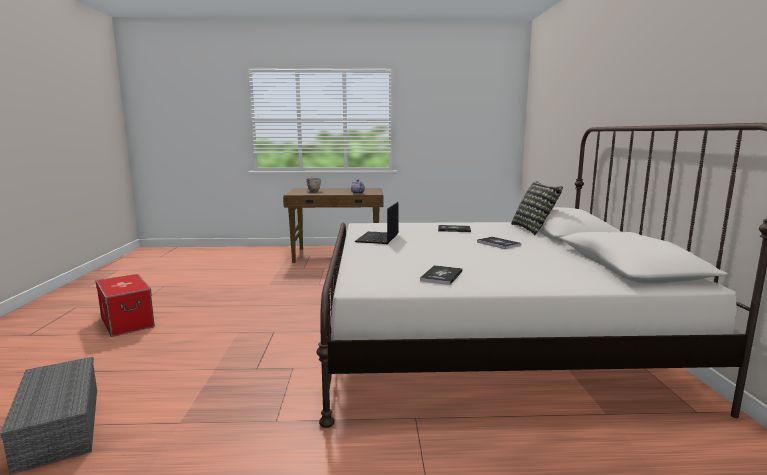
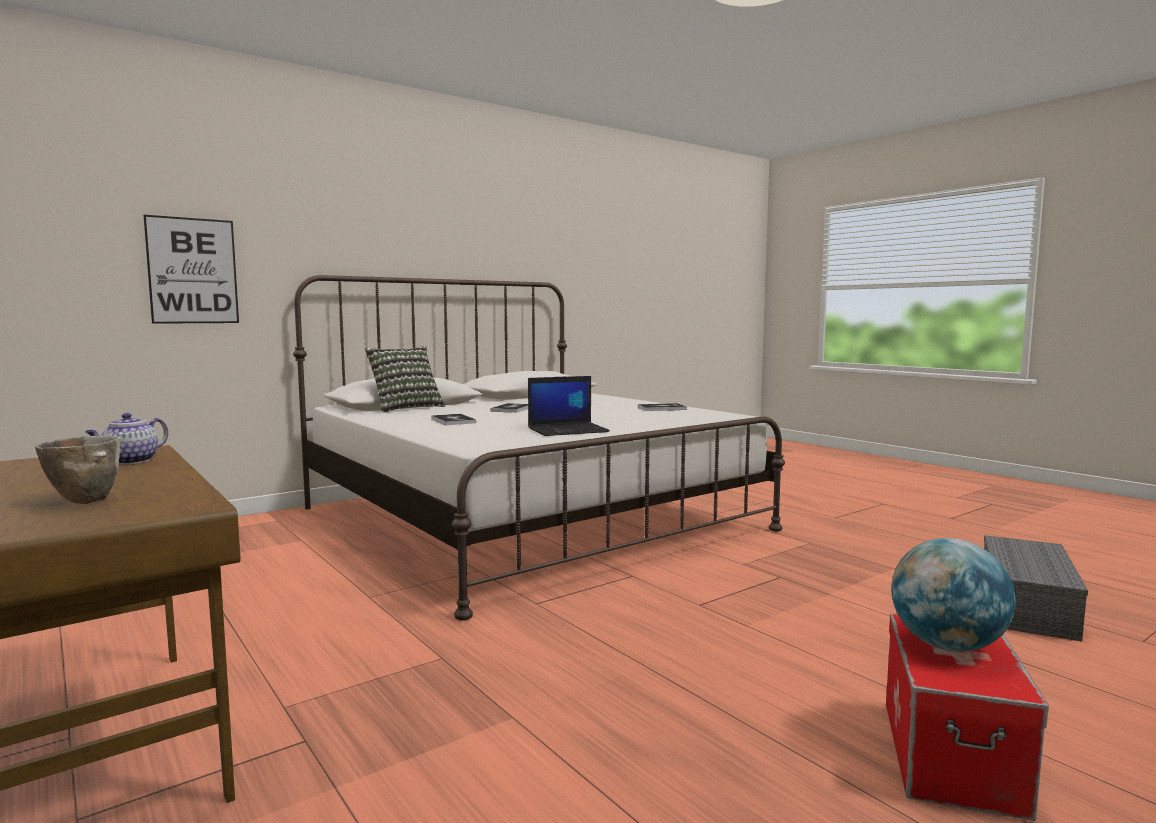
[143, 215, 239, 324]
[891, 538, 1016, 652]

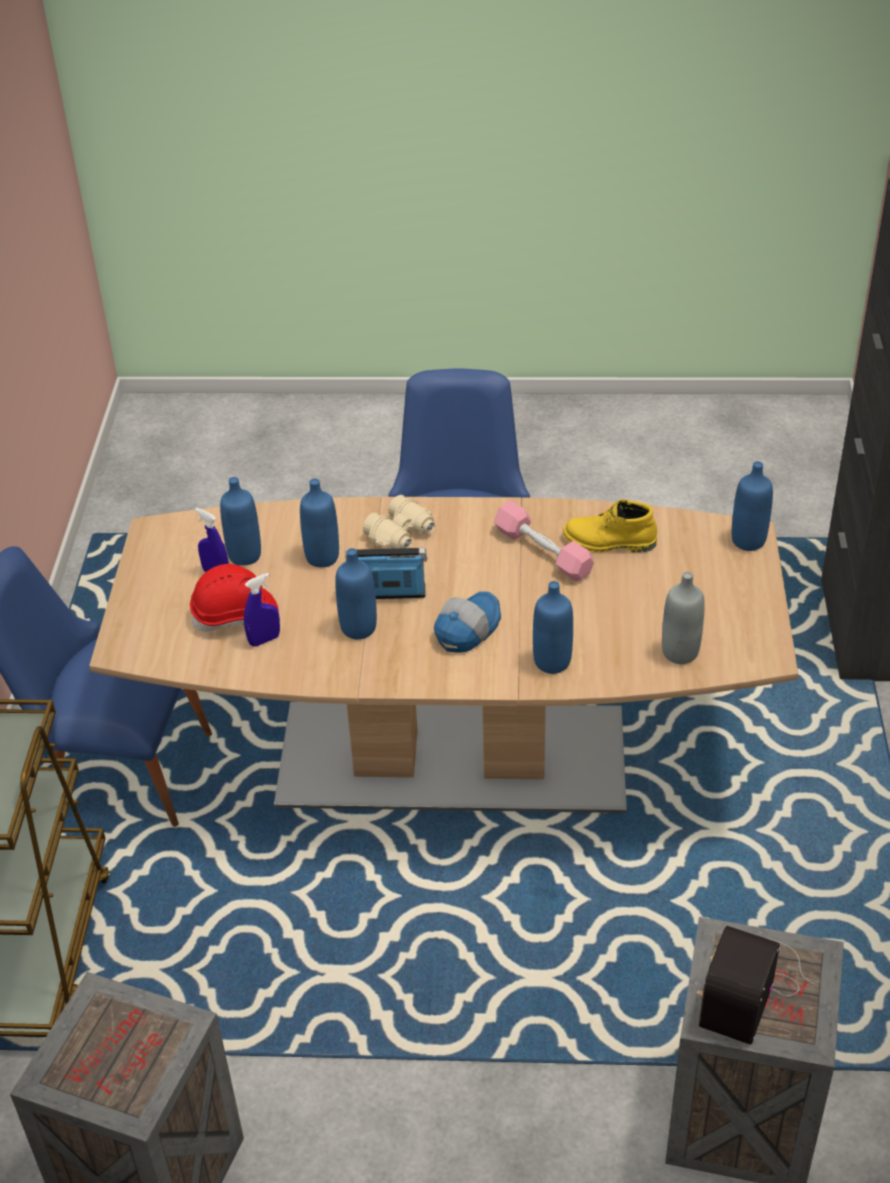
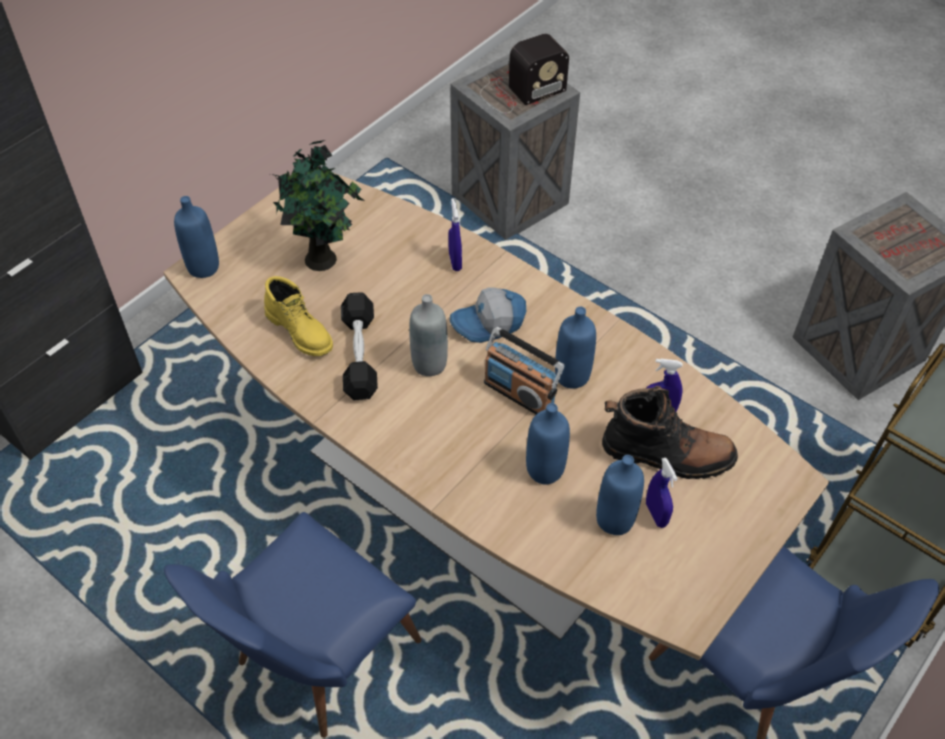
[271, 140, 364, 271]
[341, 292, 378, 400]
[409, 294, 448, 376]
[448, 198, 462, 271]
[602, 386, 738, 479]
[363, 495, 435, 549] (first image)

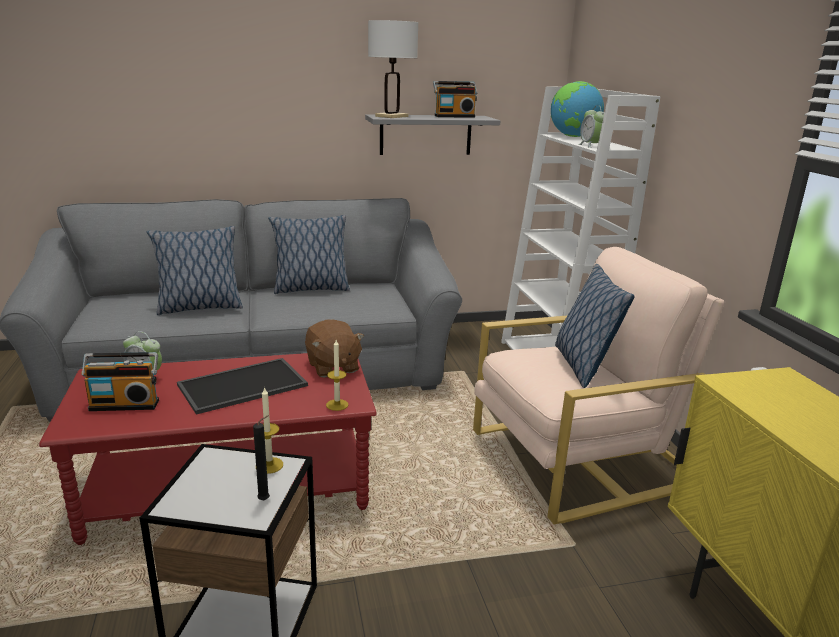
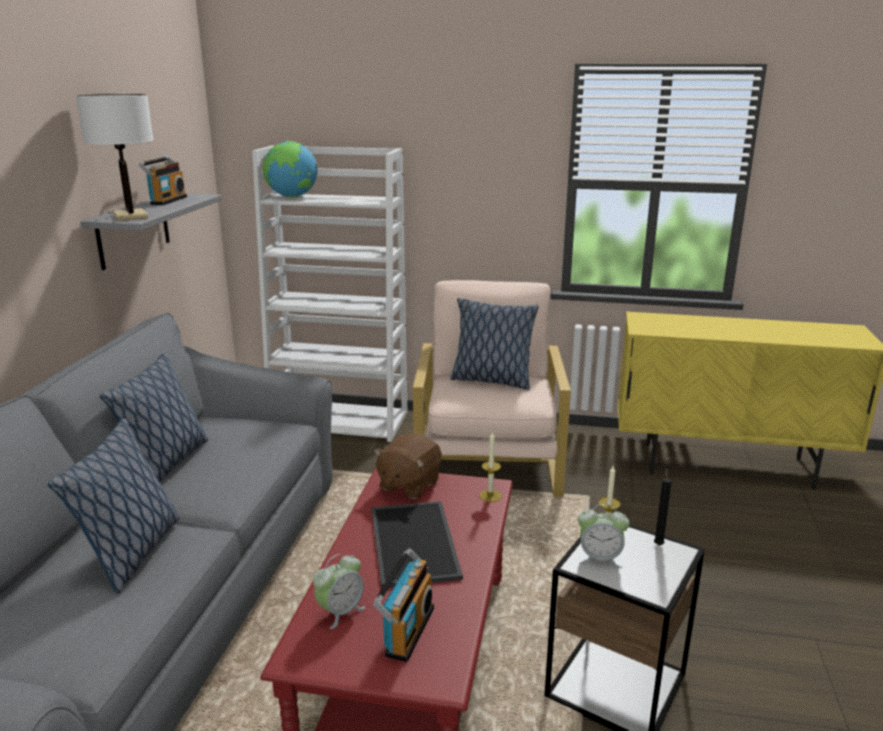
[374, 433, 442, 499]
[578, 504, 630, 568]

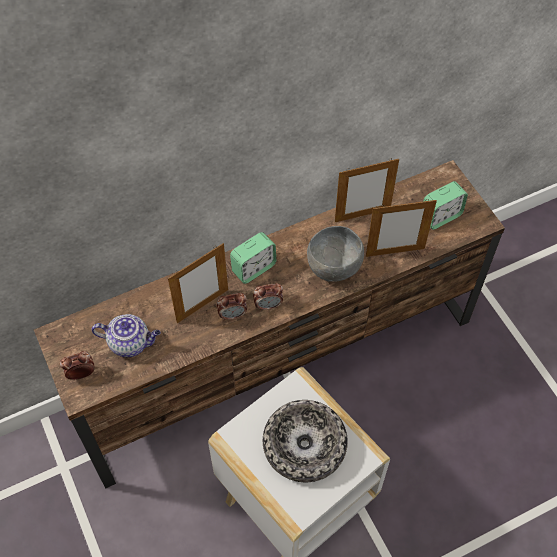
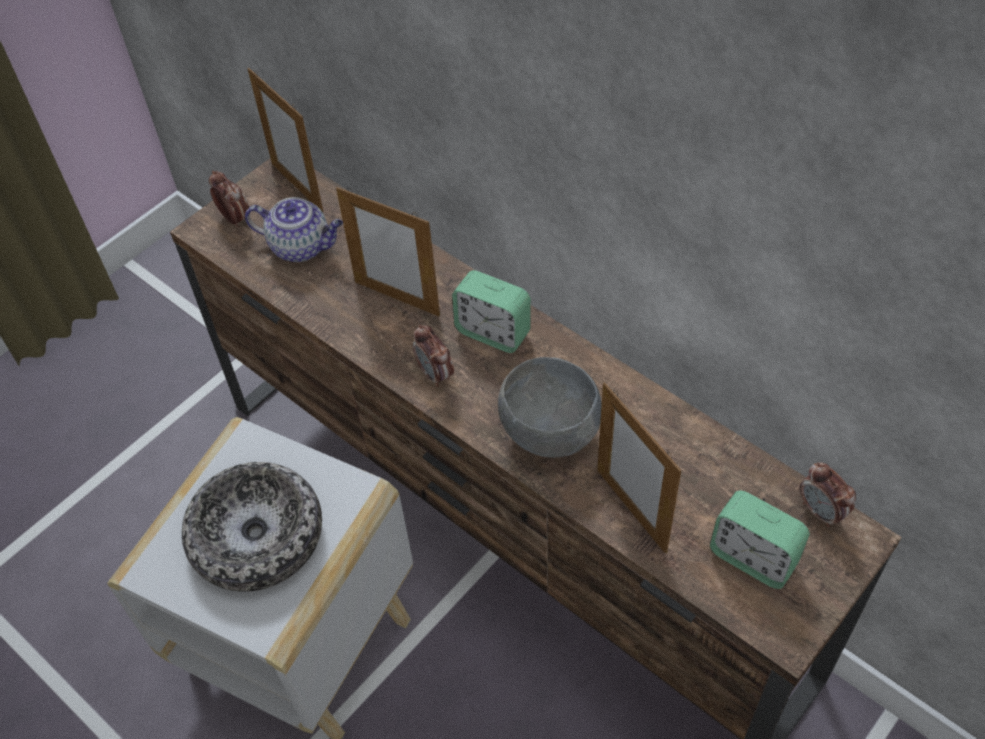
[245, 197, 343, 262]
[247, 67, 323, 212]
[800, 462, 856, 527]

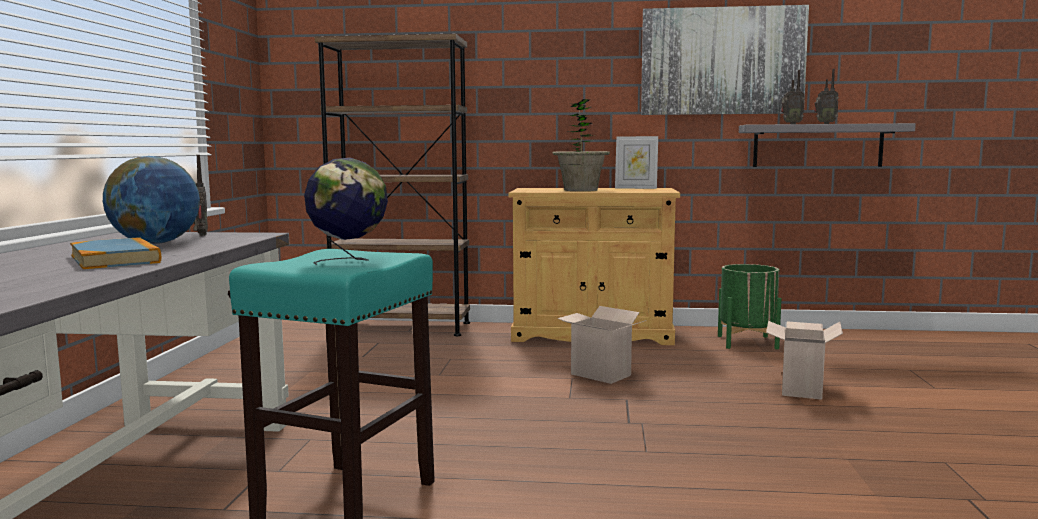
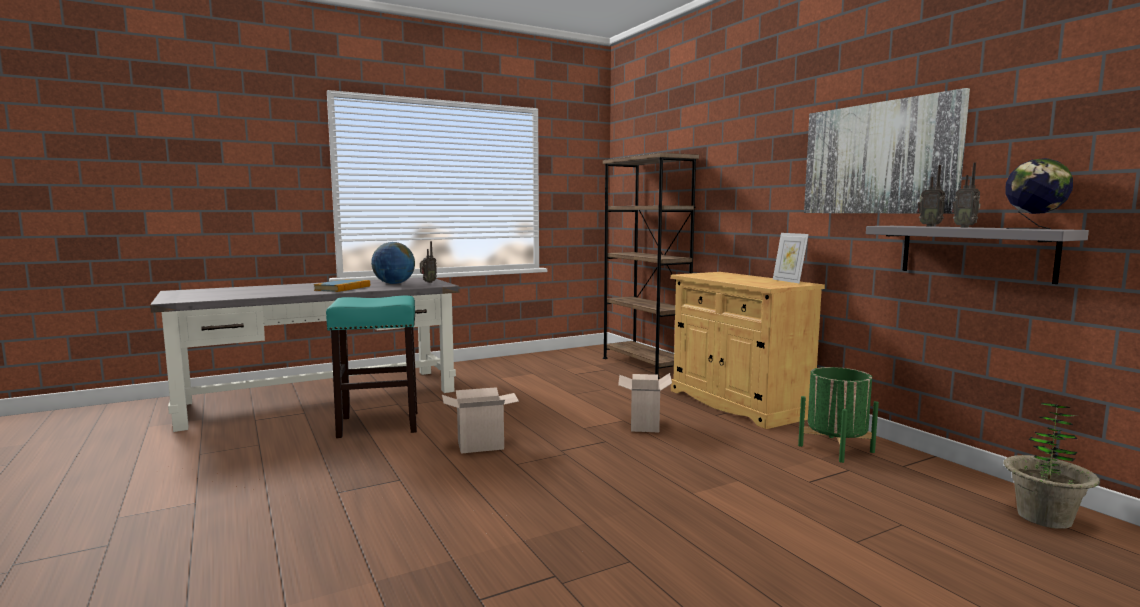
[442, 387, 519, 454]
[1004, 403, 1100, 529]
[1006, 158, 1073, 229]

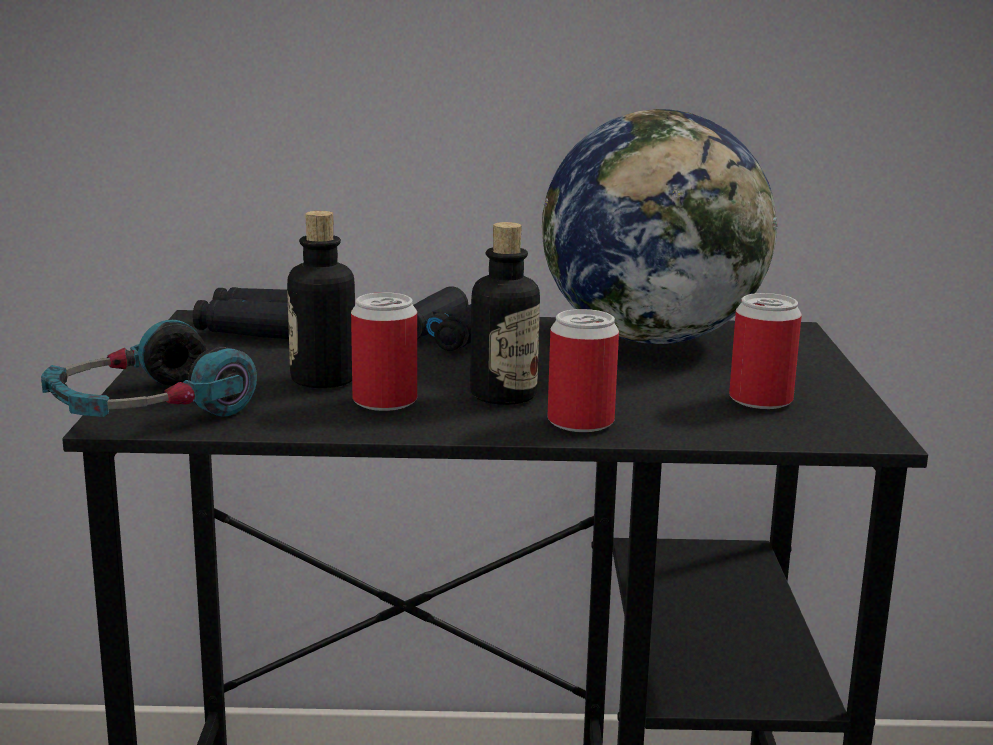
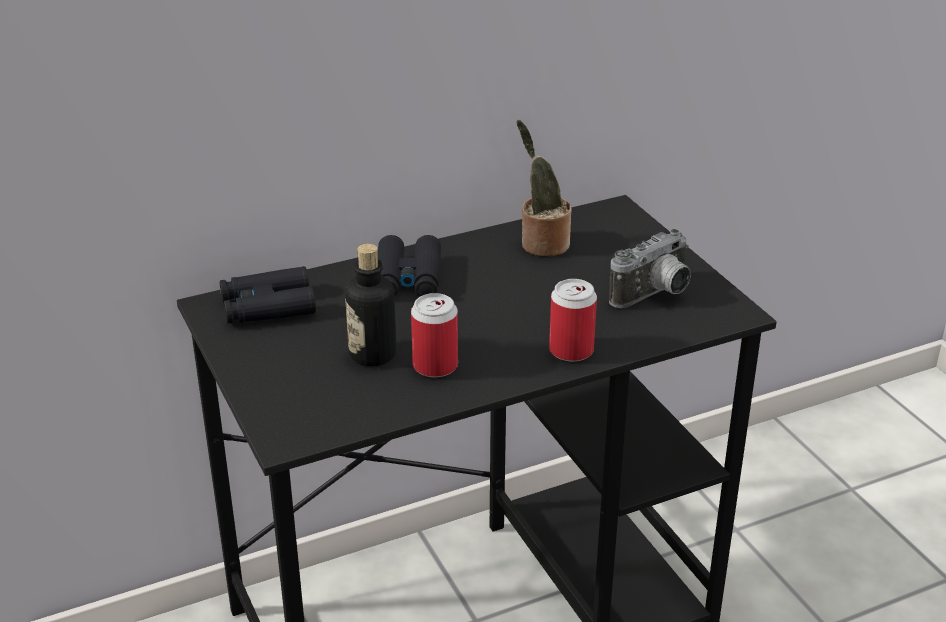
[516, 120, 572, 257]
[609, 229, 691, 308]
[41, 320, 257, 417] (first image)
[470, 222, 540, 405] (first image)

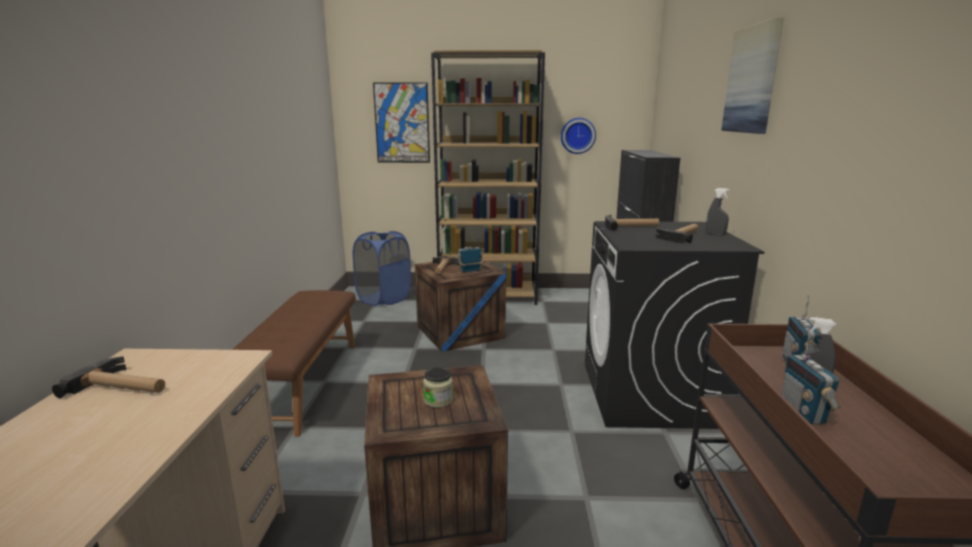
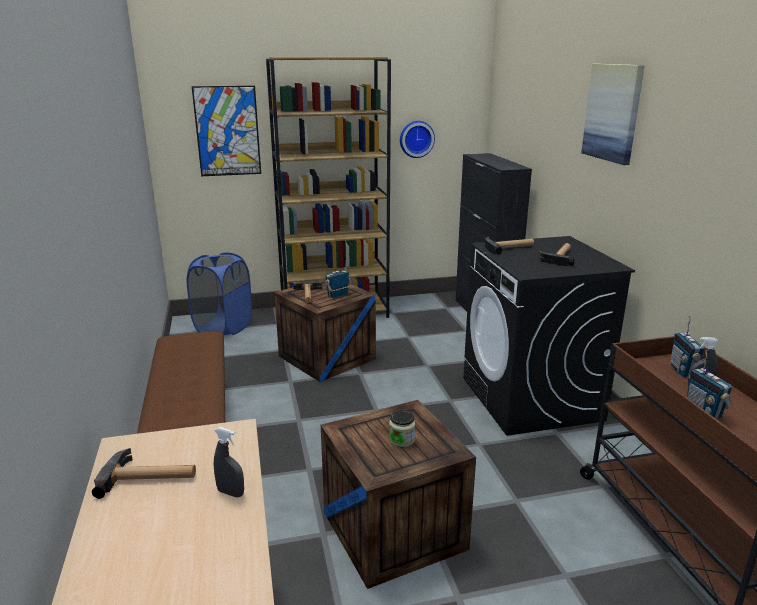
[214, 427, 244, 497]

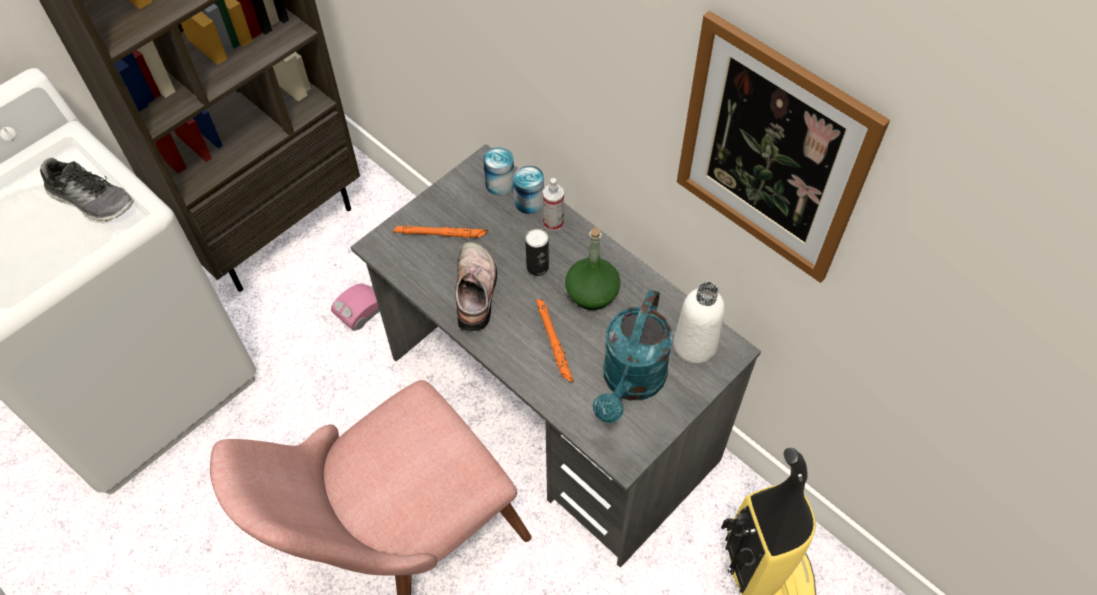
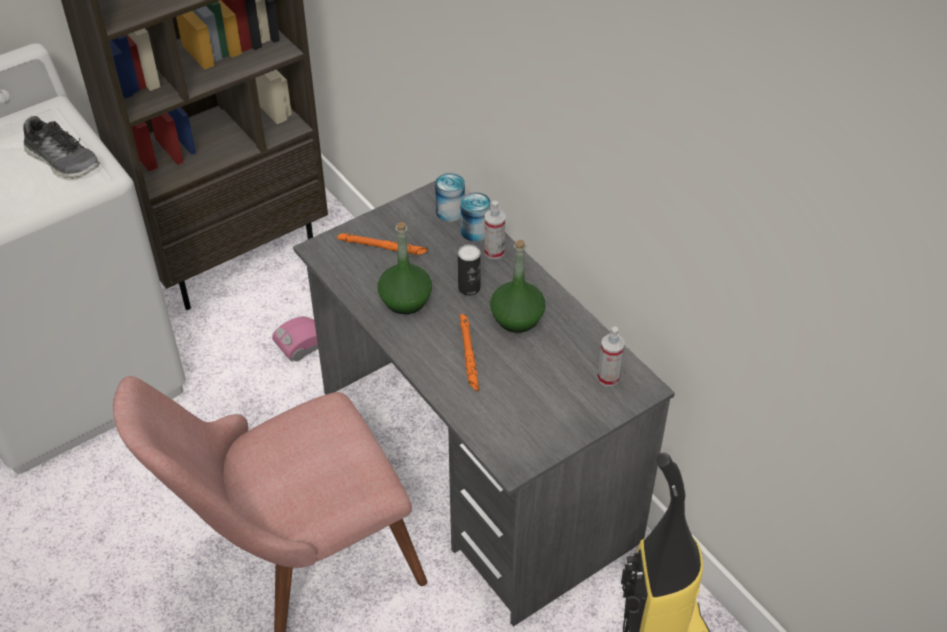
[378, 222, 432, 314]
[597, 326, 625, 386]
[593, 289, 673, 423] (first image)
[677, 11, 890, 283] (first image)

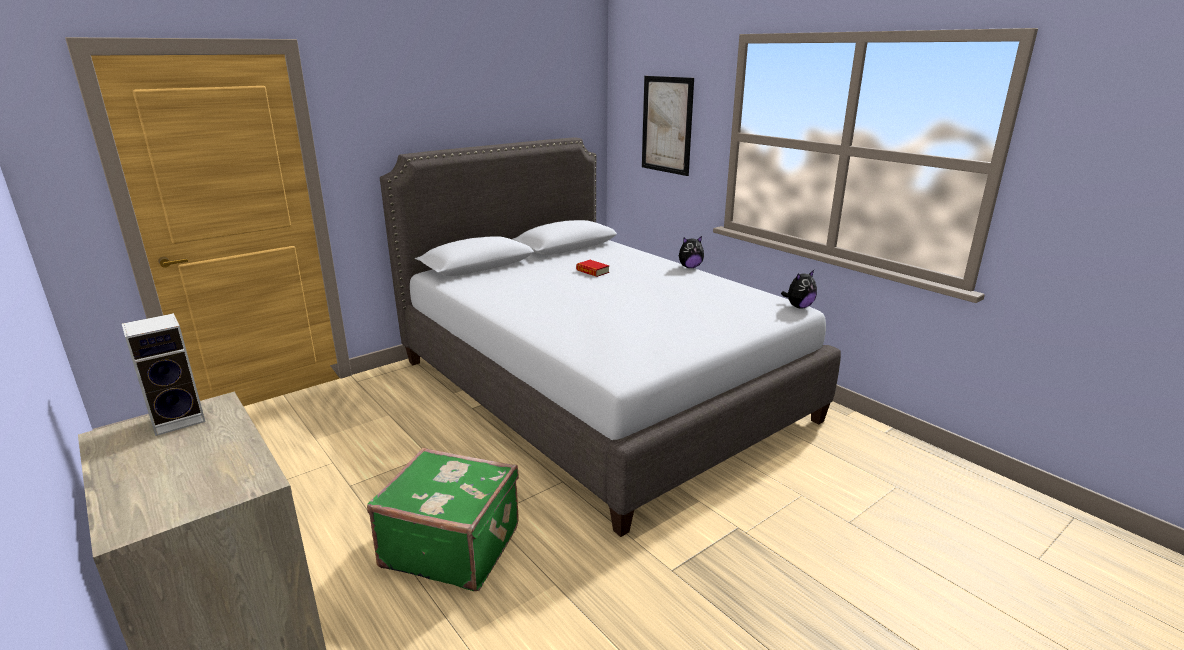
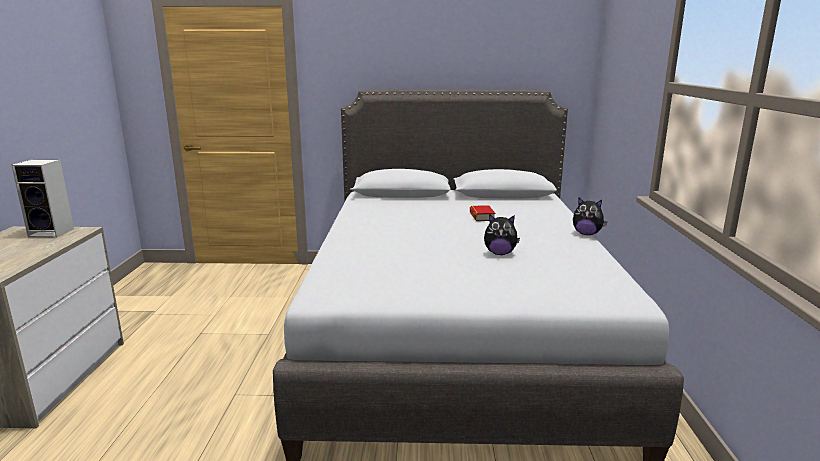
[484, 214, 520, 255]
[367, 448, 519, 591] (first image)
[642, 76, 694, 176] (first image)

